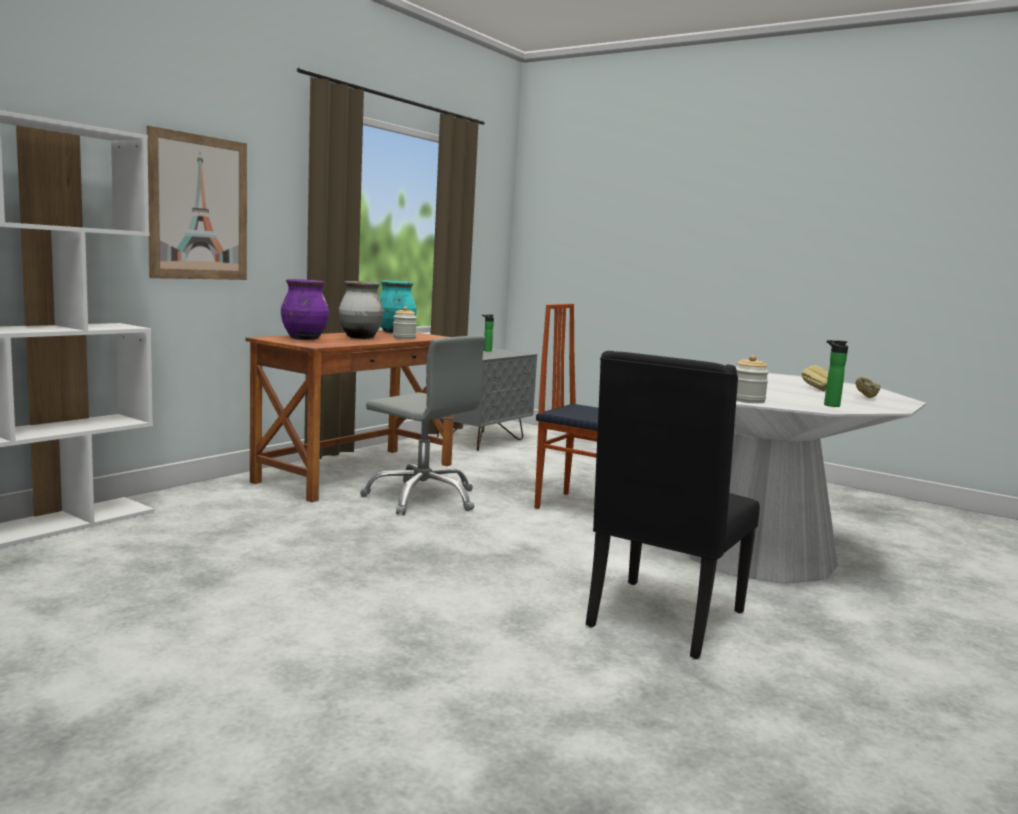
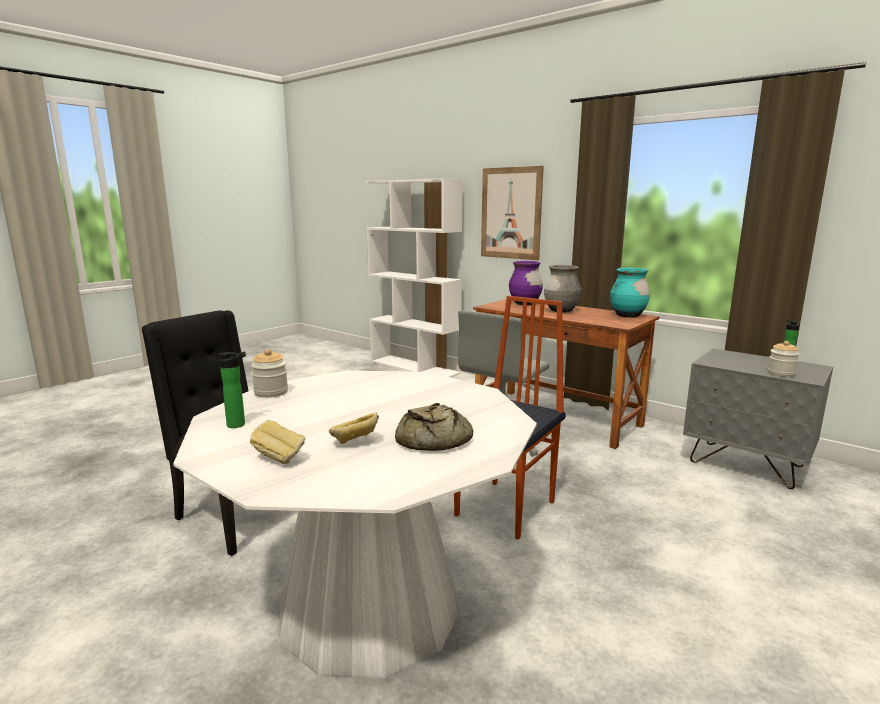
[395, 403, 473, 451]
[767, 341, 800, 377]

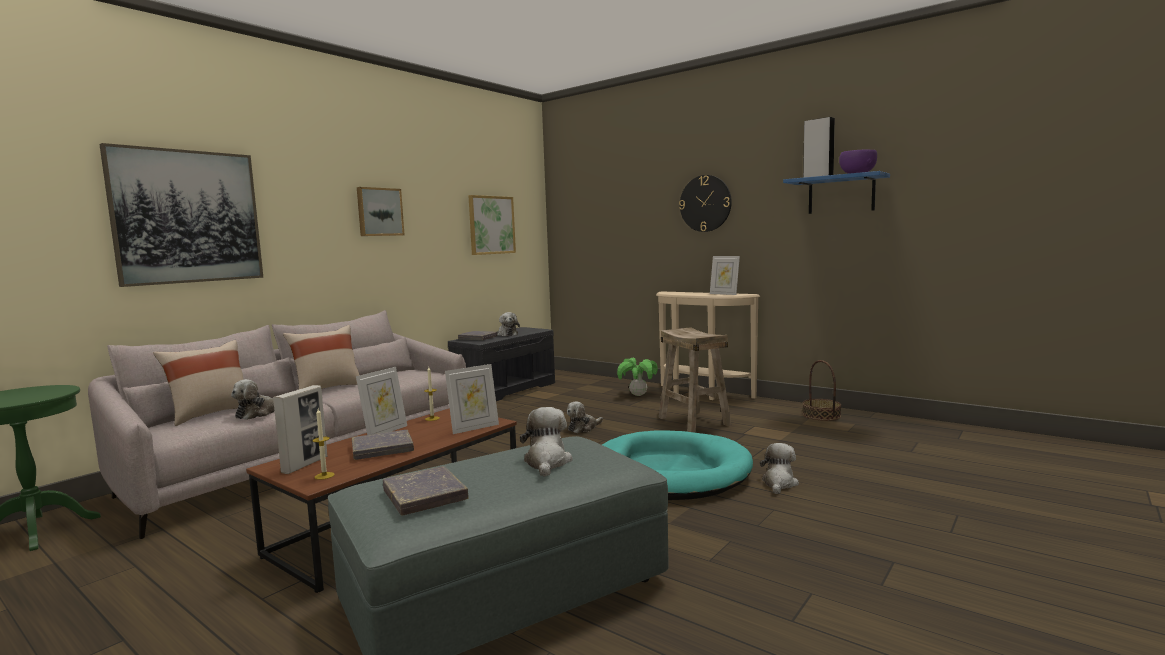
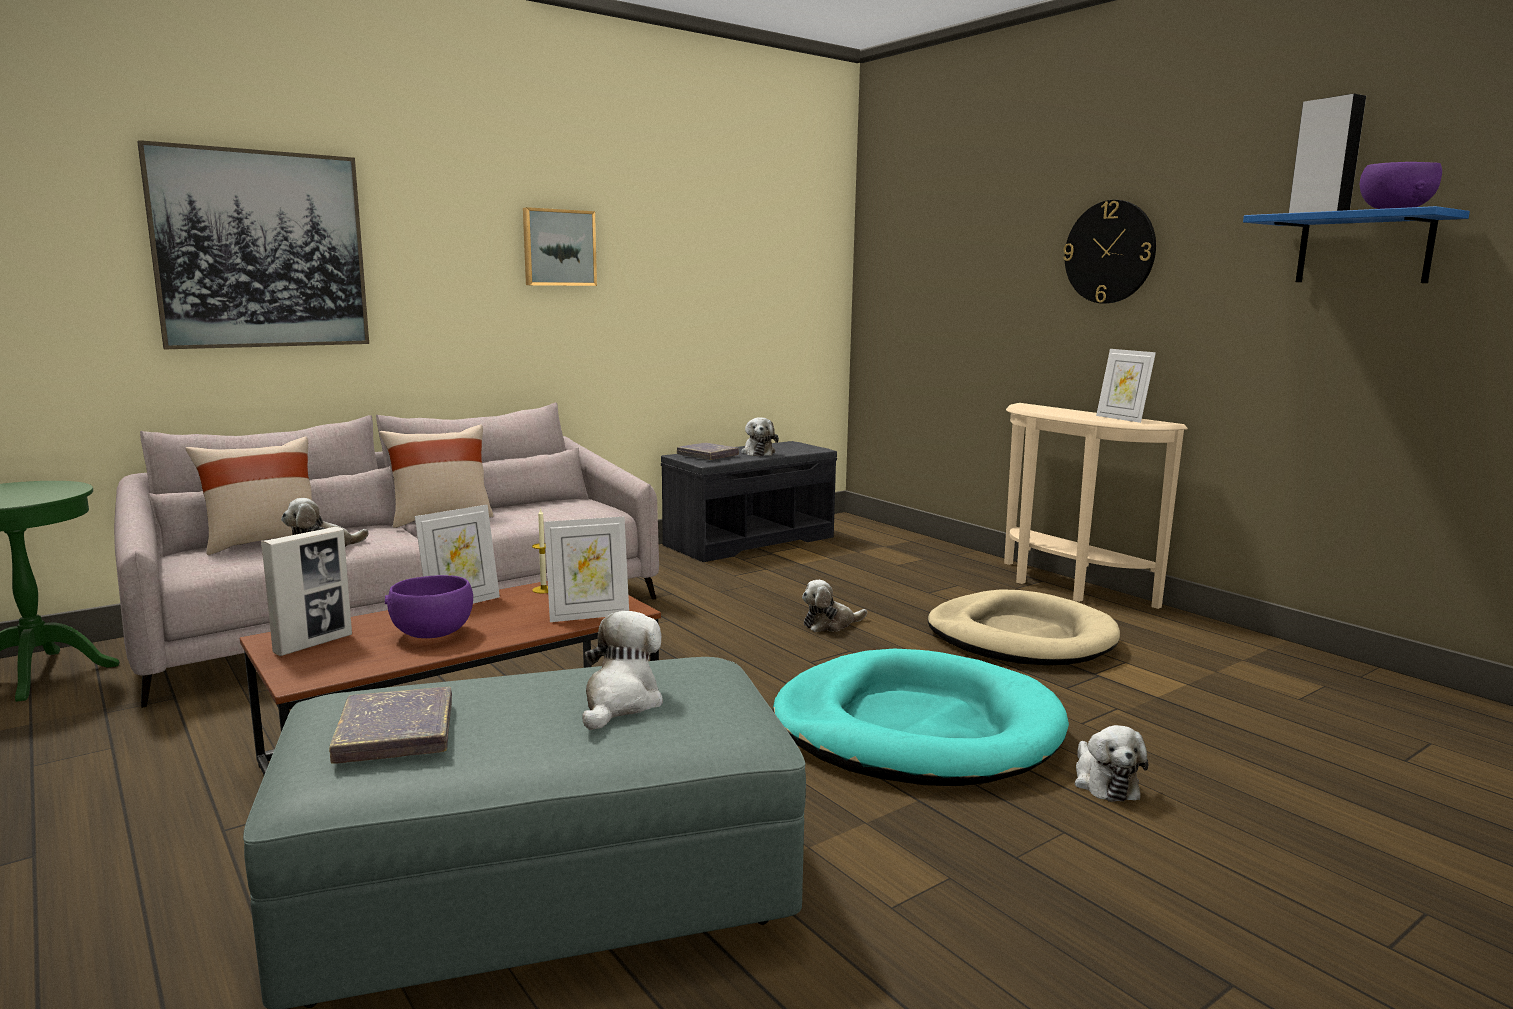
[385, 575, 473, 638]
[927, 589, 1120, 665]
[1075, 725, 1148, 802]
[312, 409, 335, 480] (first image)
[468, 195, 516, 255] (first image)
[617, 358, 658, 396] (first image)
[803, 360, 841, 421] (first image)

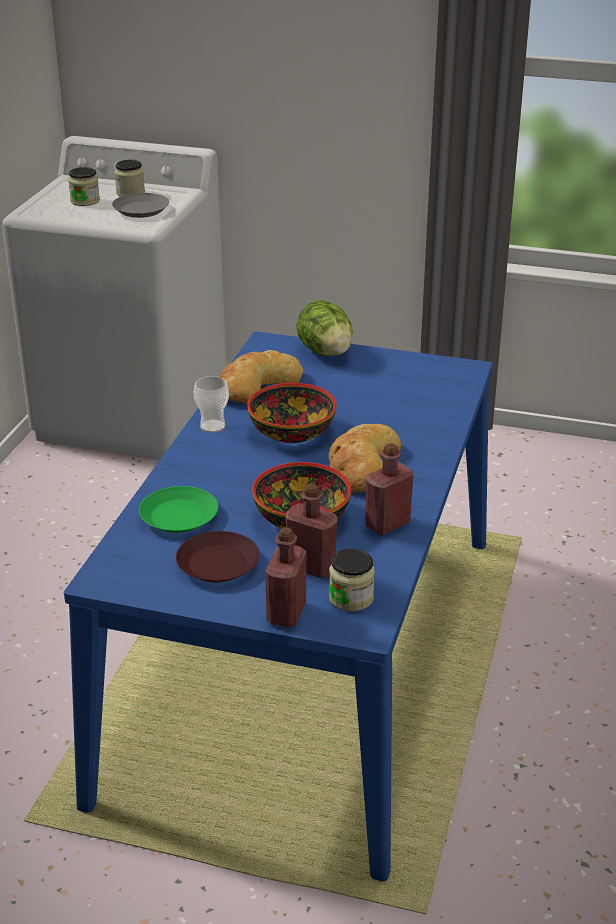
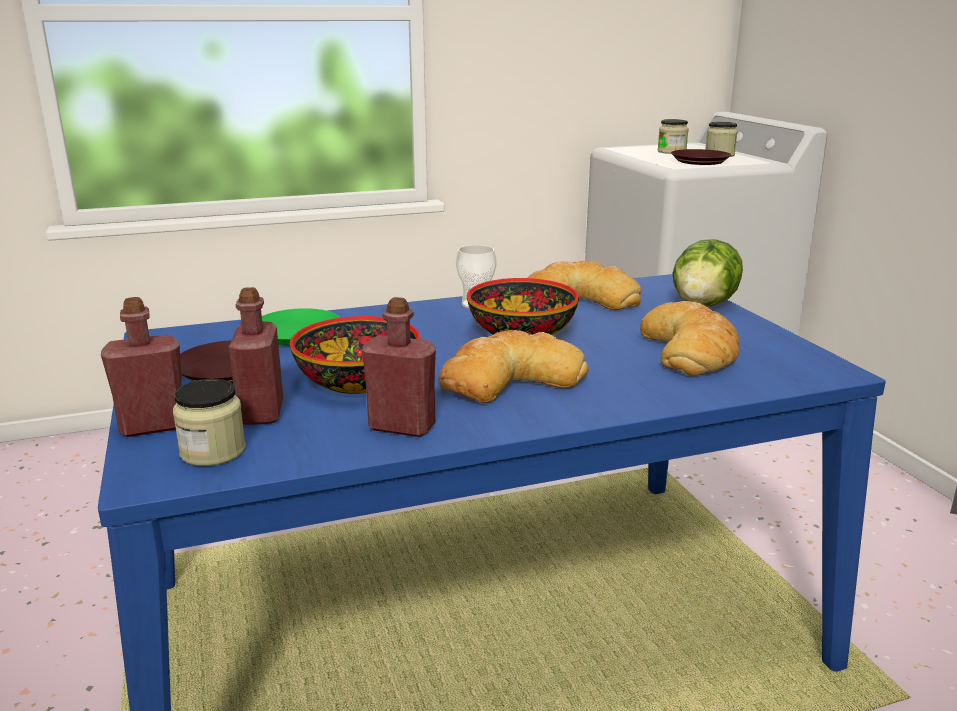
[640, 301, 739, 376]
[671, 149, 731, 165]

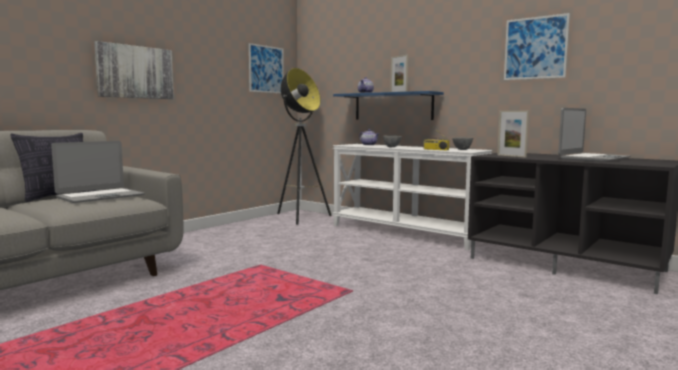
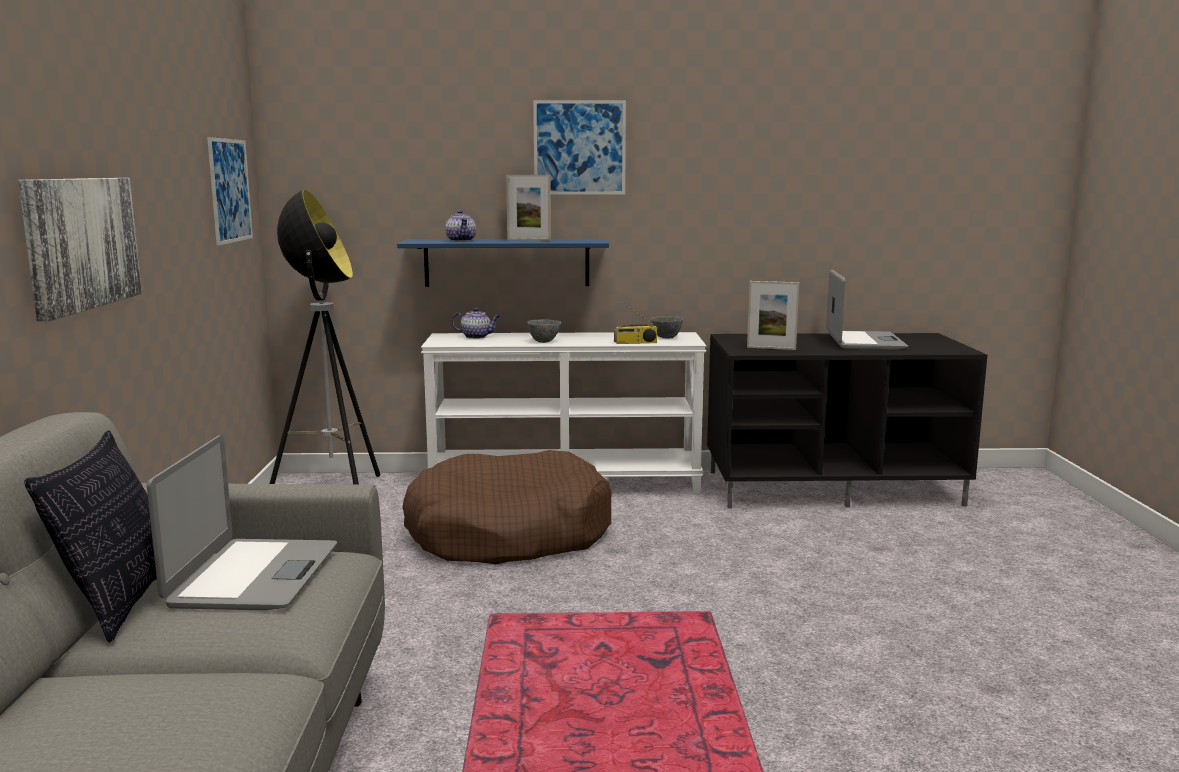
[403, 450, 612, 564]
[533, 100, 626, 195]

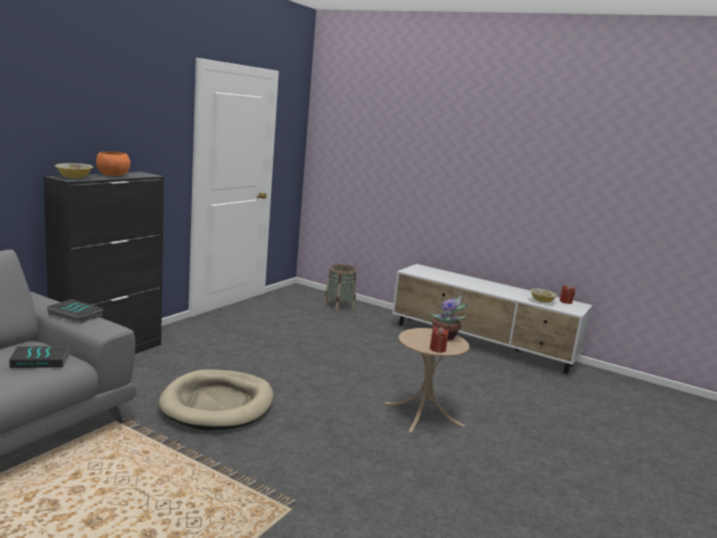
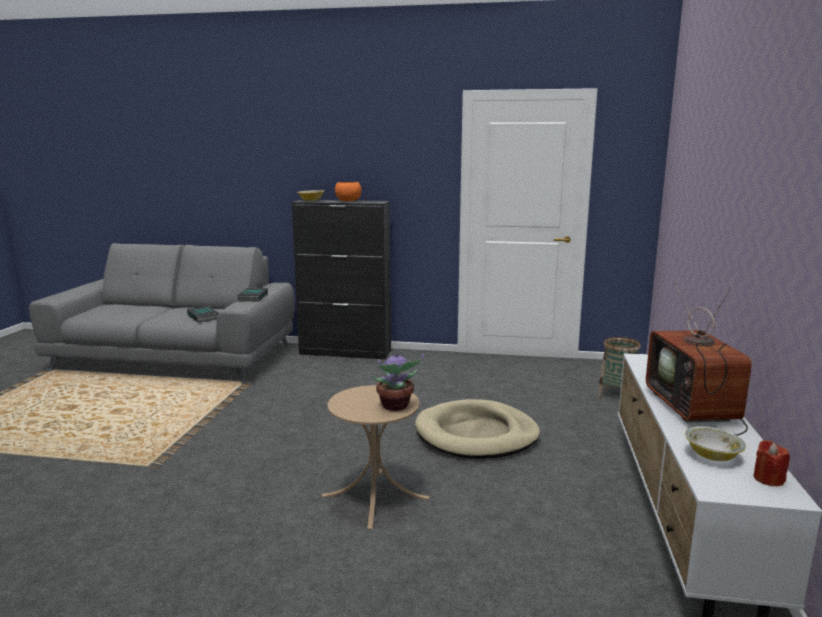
[415, 399, 540, 459]
[646, 283, 752, 436]
[430, 326, 448, 353] (first image)

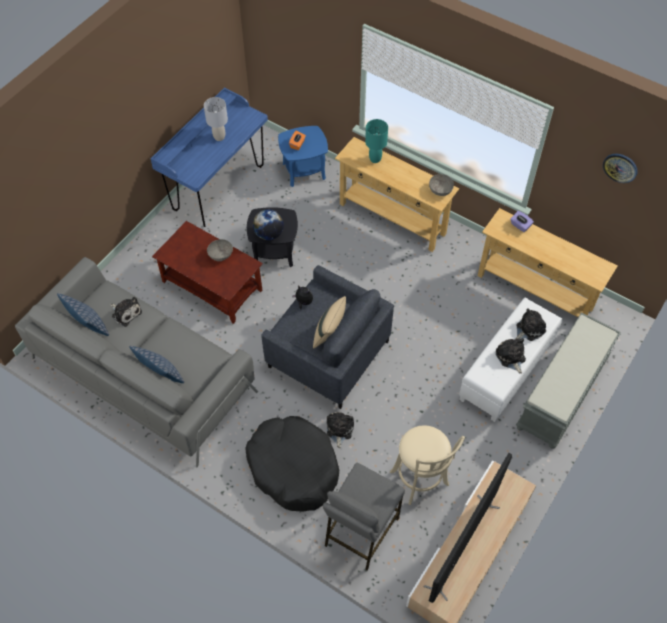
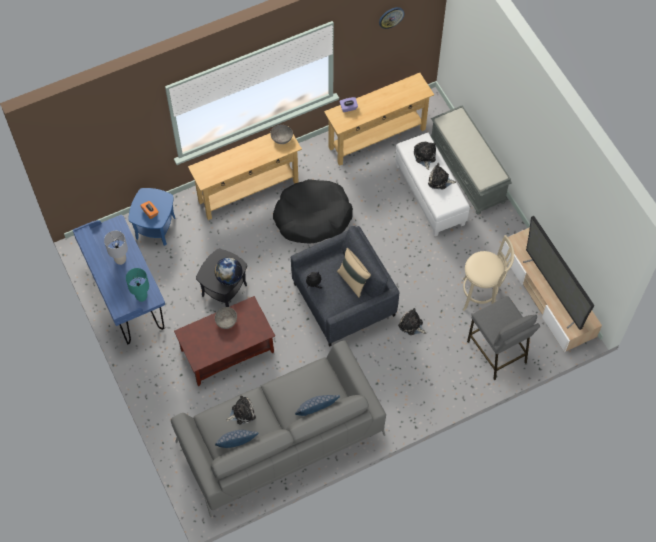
[126, 268, 149, 302]
[273, 179, 353, 244]

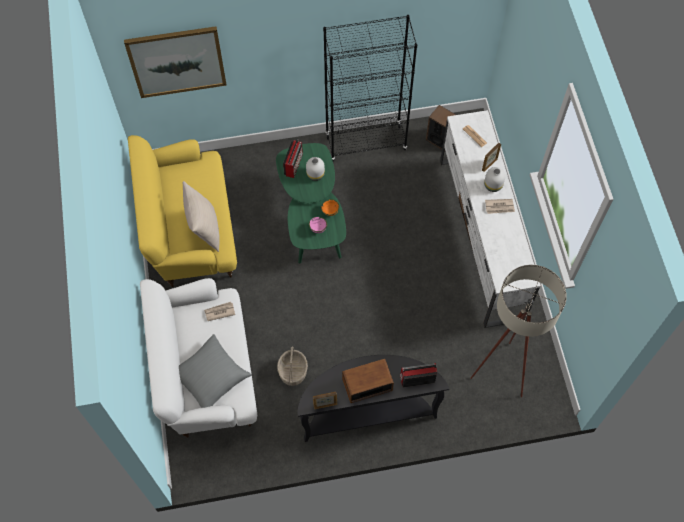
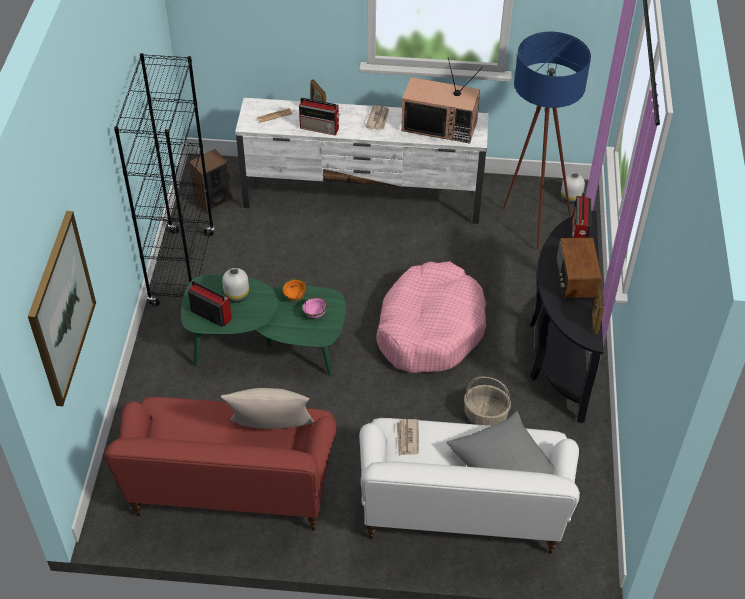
[104, 397, 337, 531]
[299, 98, 340, 136]
[376, 261, 486, 373]
[401, 57, 483, 144]
[503, 32, 591, 251]
[561, 172, 585, 203]

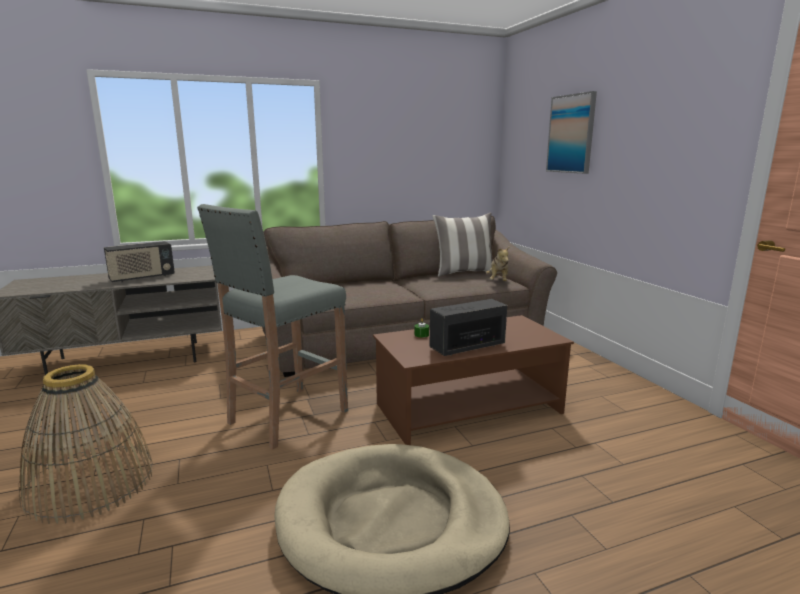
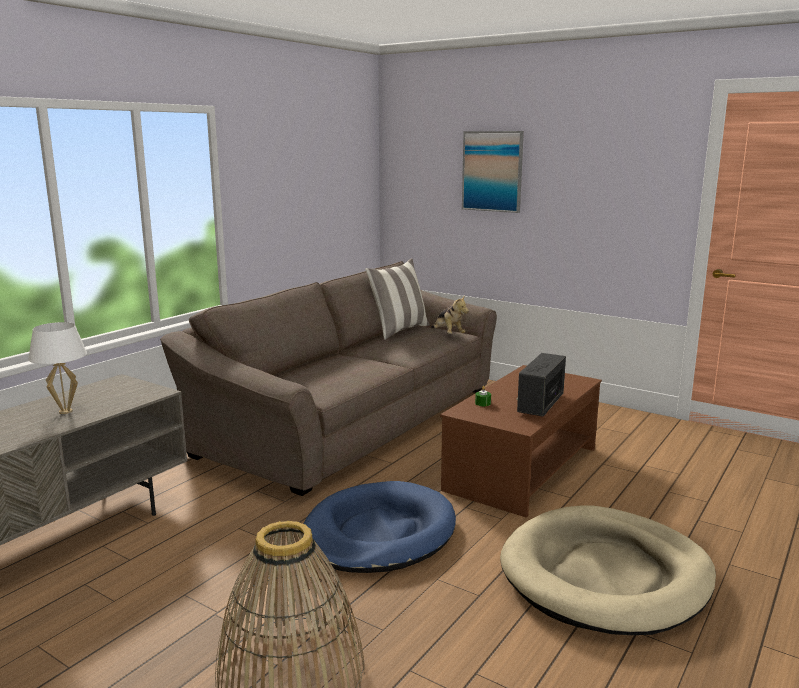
[28, 322, 87, 414]
[303, 481, 456, 573]

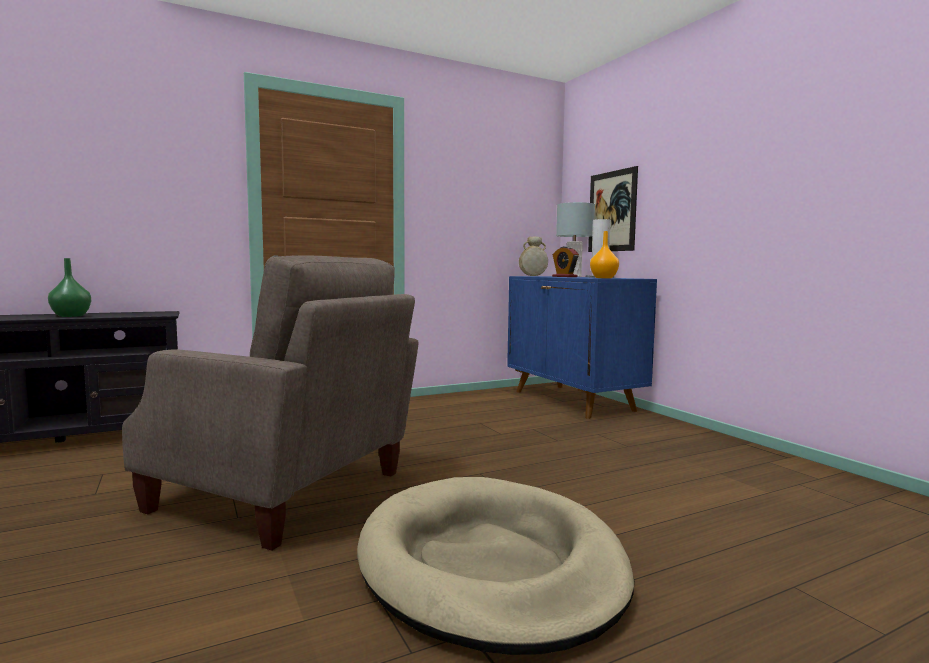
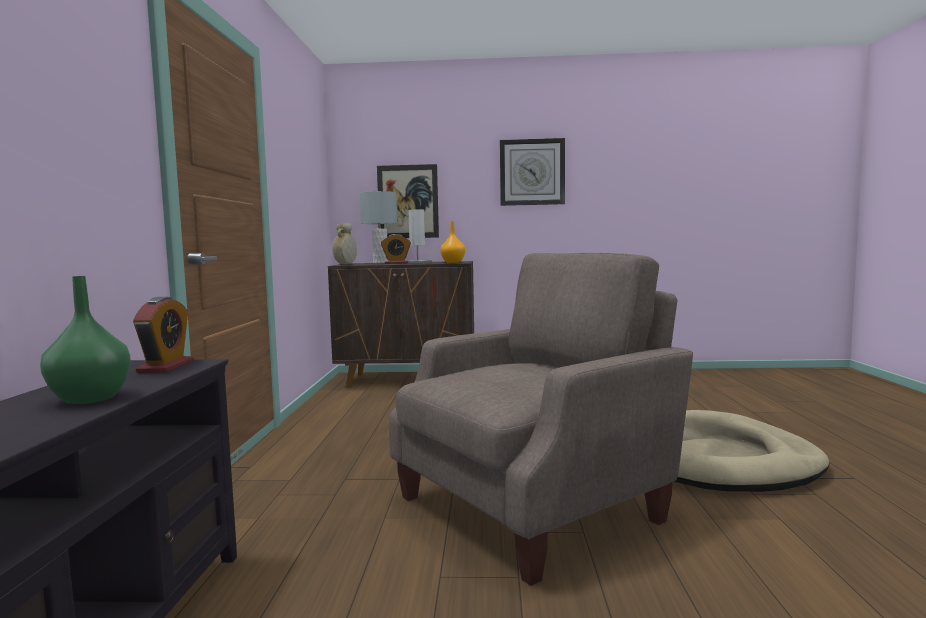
[133, 297, 194, 373]
[328, 261, 474, 388]
[500, 138, 565, 206]

